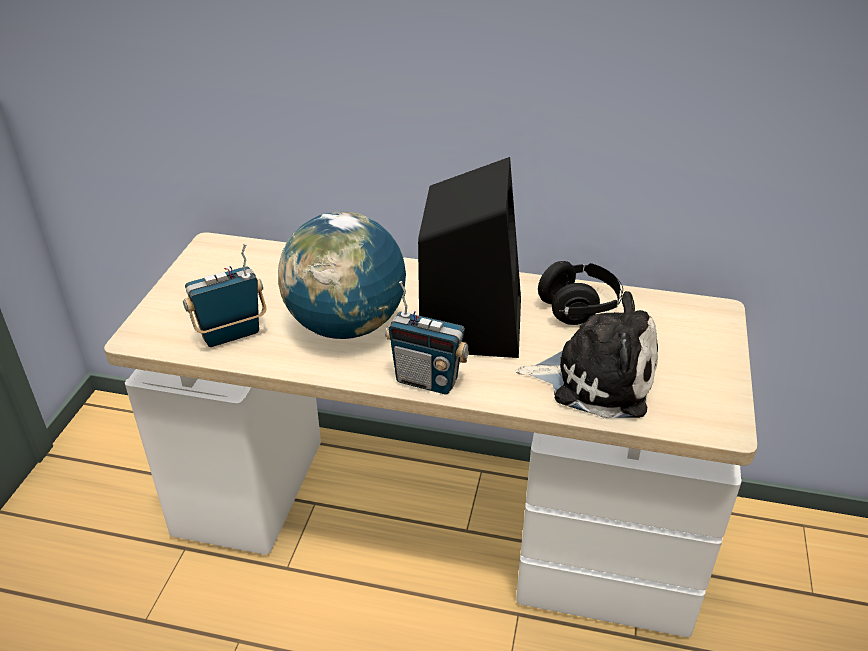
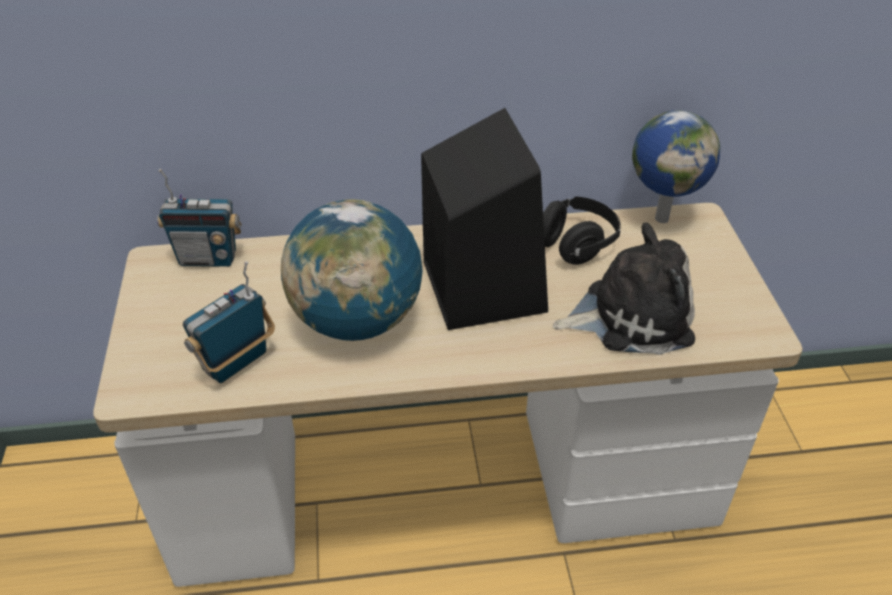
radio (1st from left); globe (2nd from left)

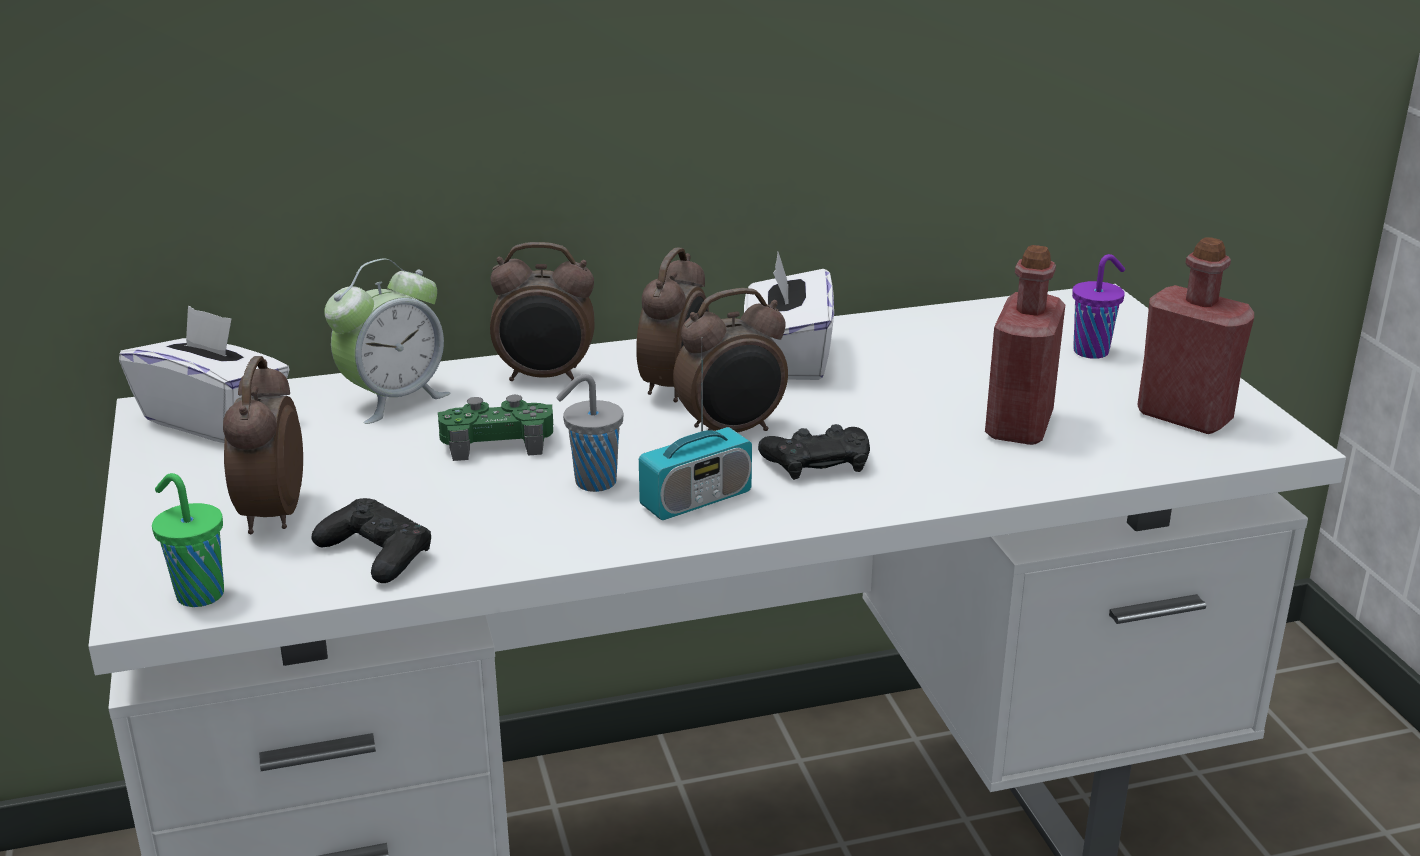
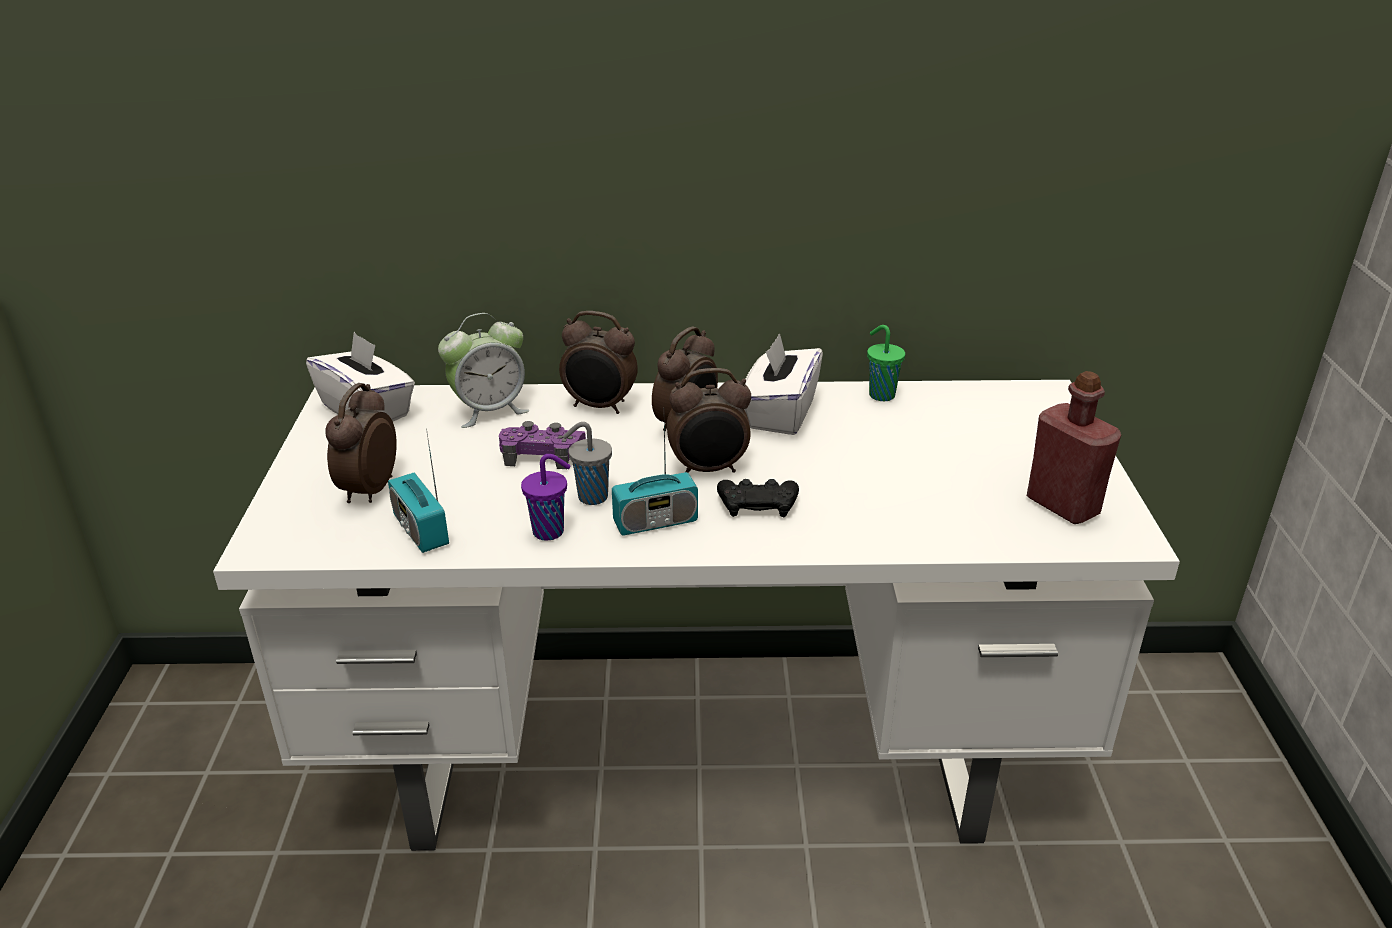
greenish drinking cup; radio (1st from left); purple gamepad; red-coloured bottle (1st from left in the first image); purple drinking cup

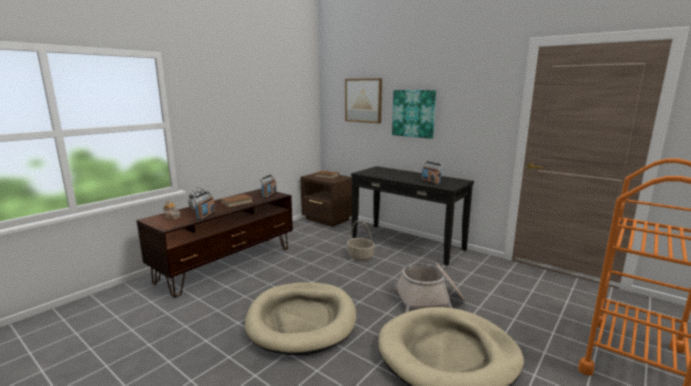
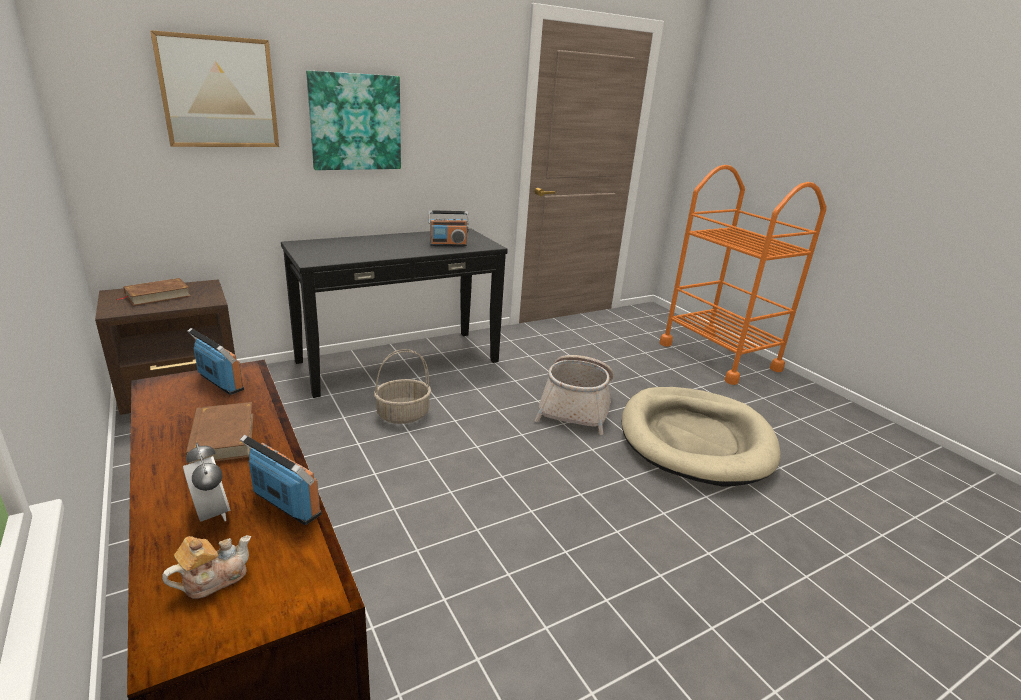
sand-coloured pet bed (1st from left in the first image)

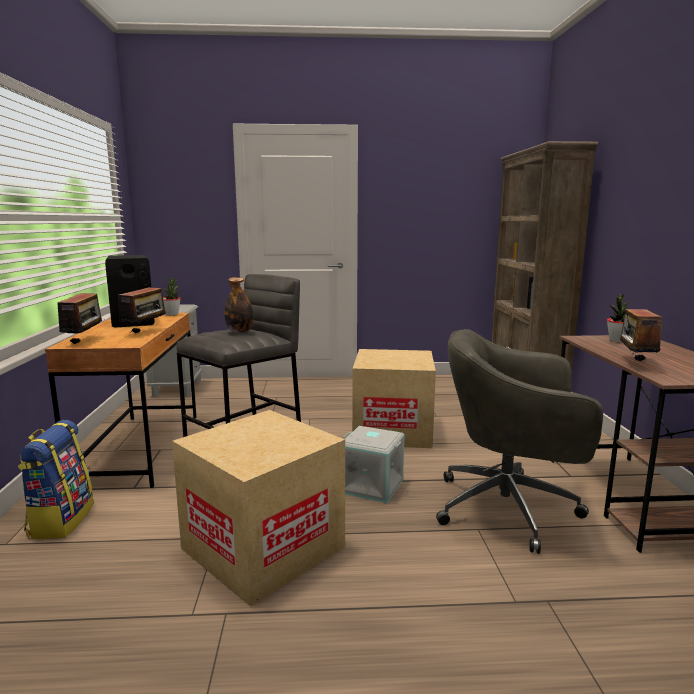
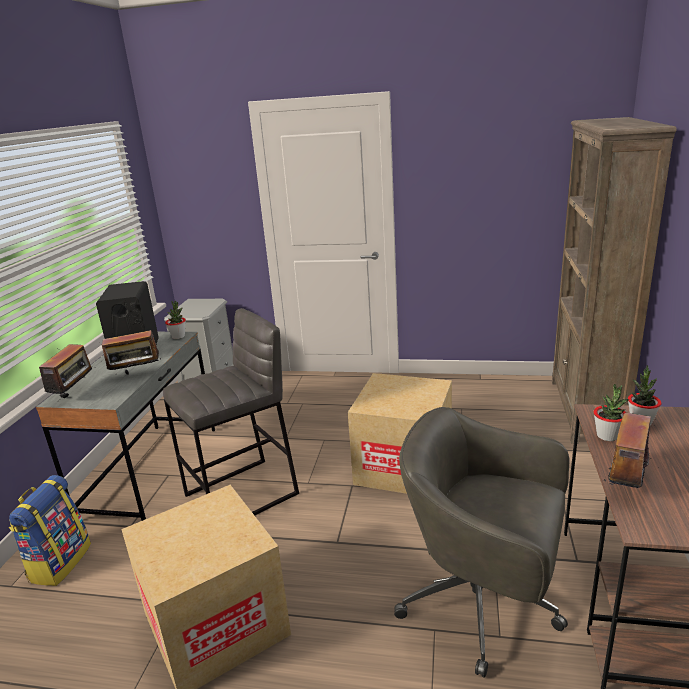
grey desk unit; radio (2nd from left); bottle; grey storage container; houseplant (2nd from left)

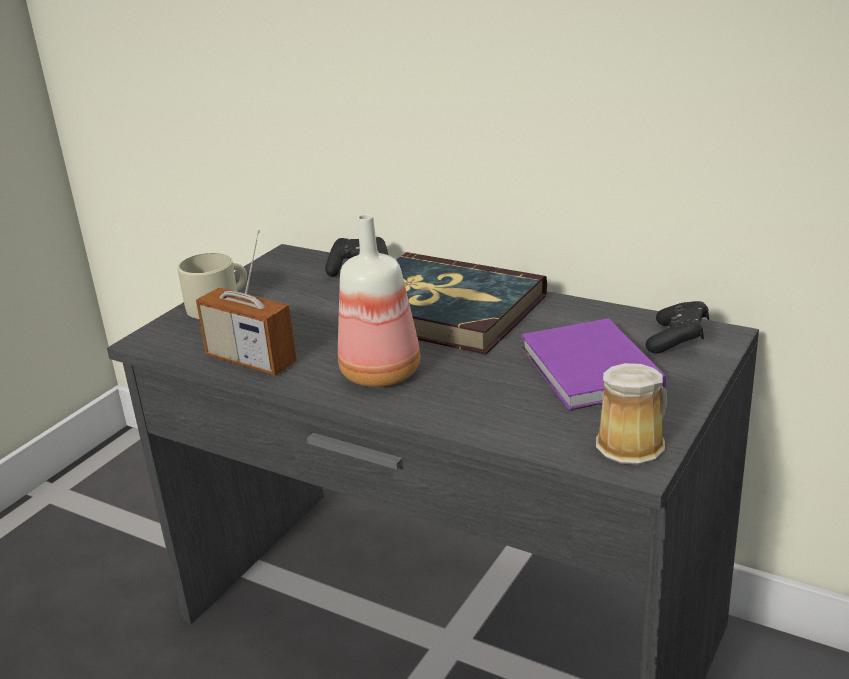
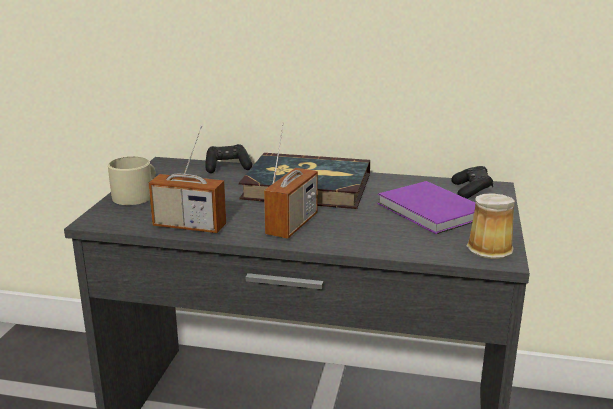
radio (2nd from left)

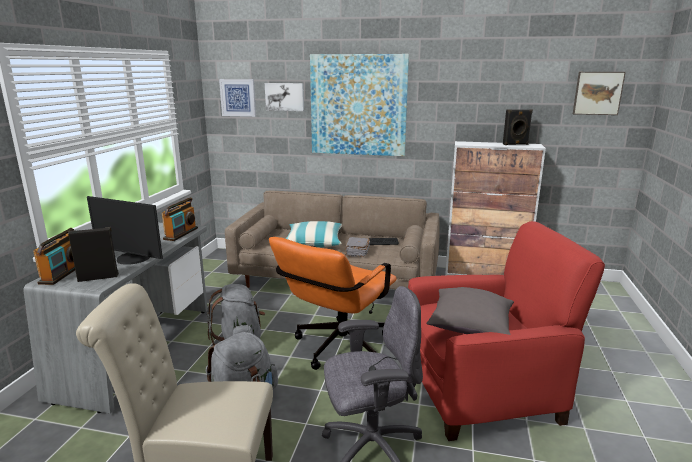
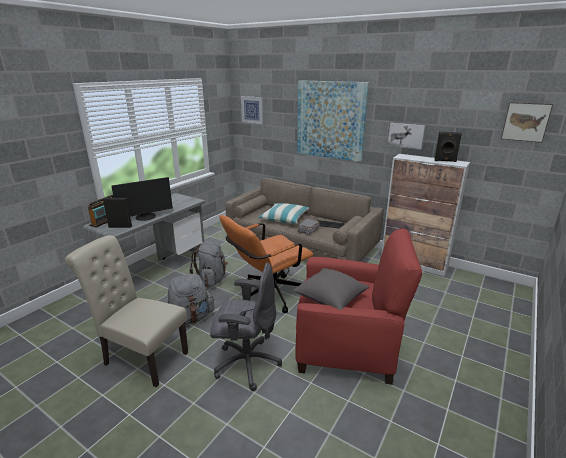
monitor; radio (2nd from left in the first image); picture (3rd from left)

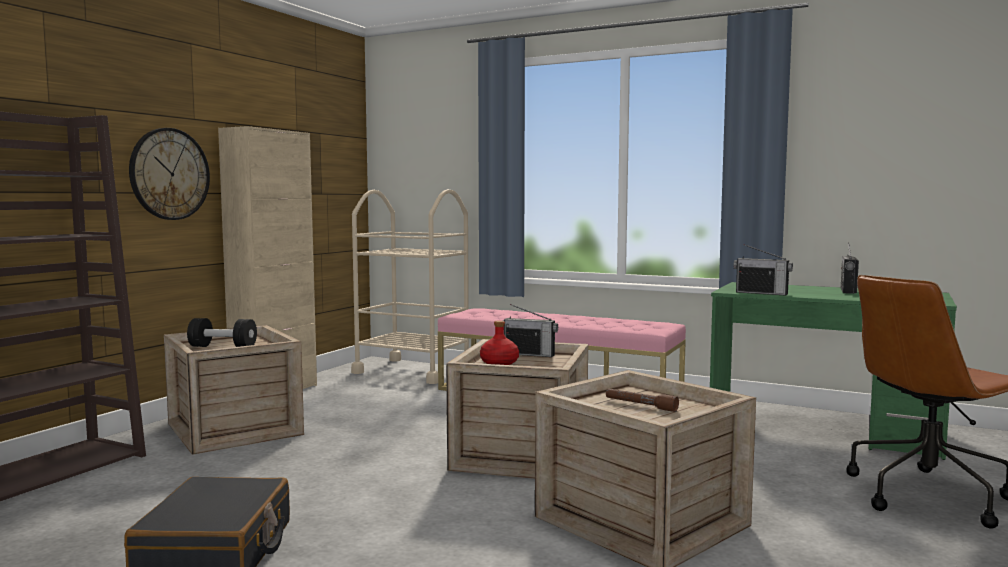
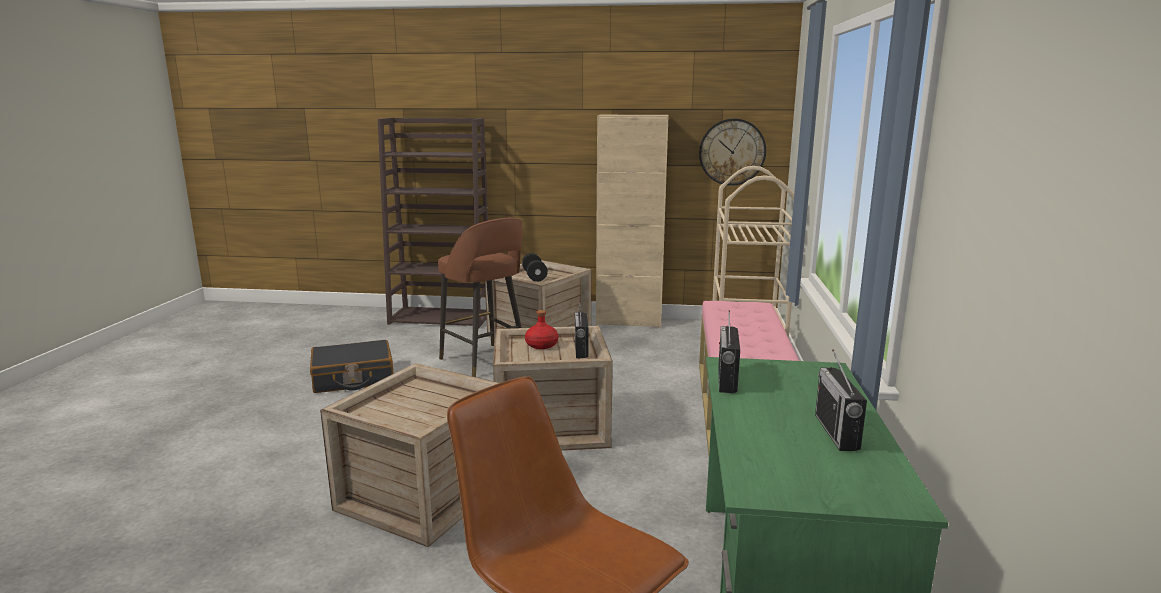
wall clock; brown-coloured hand torch; radio (3rd from left); brown-coloured stool

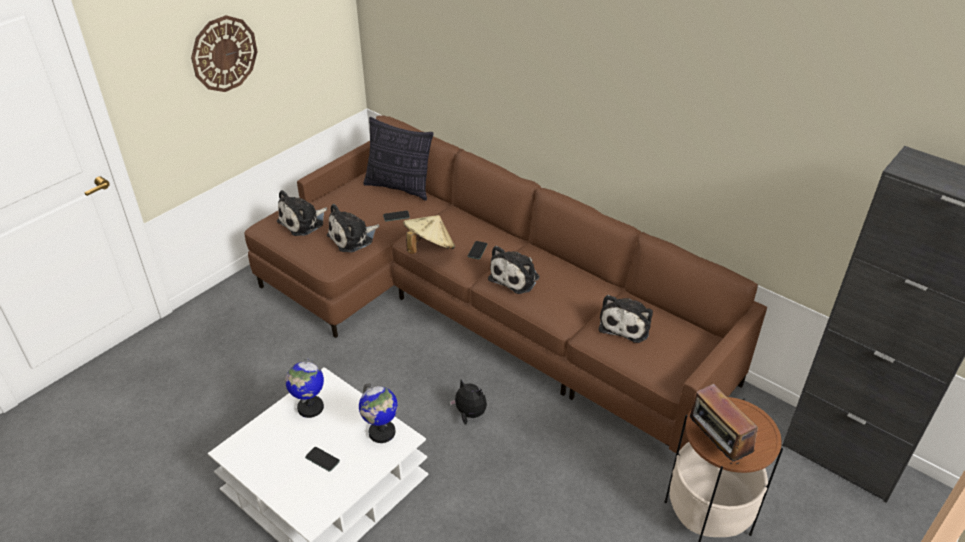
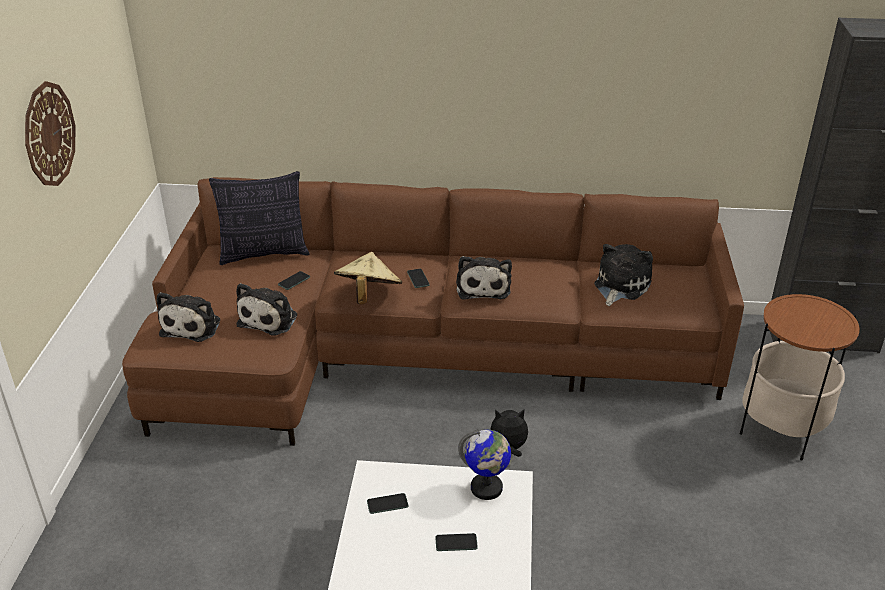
telephone (2nd from left); soft toy (5th from left); radio

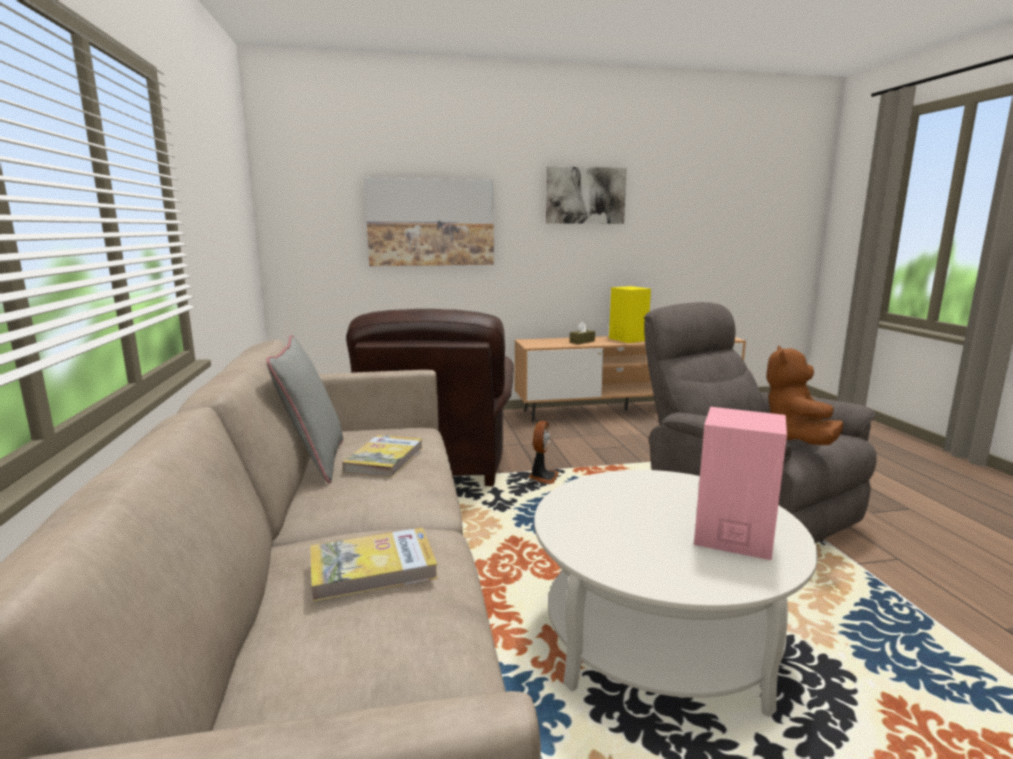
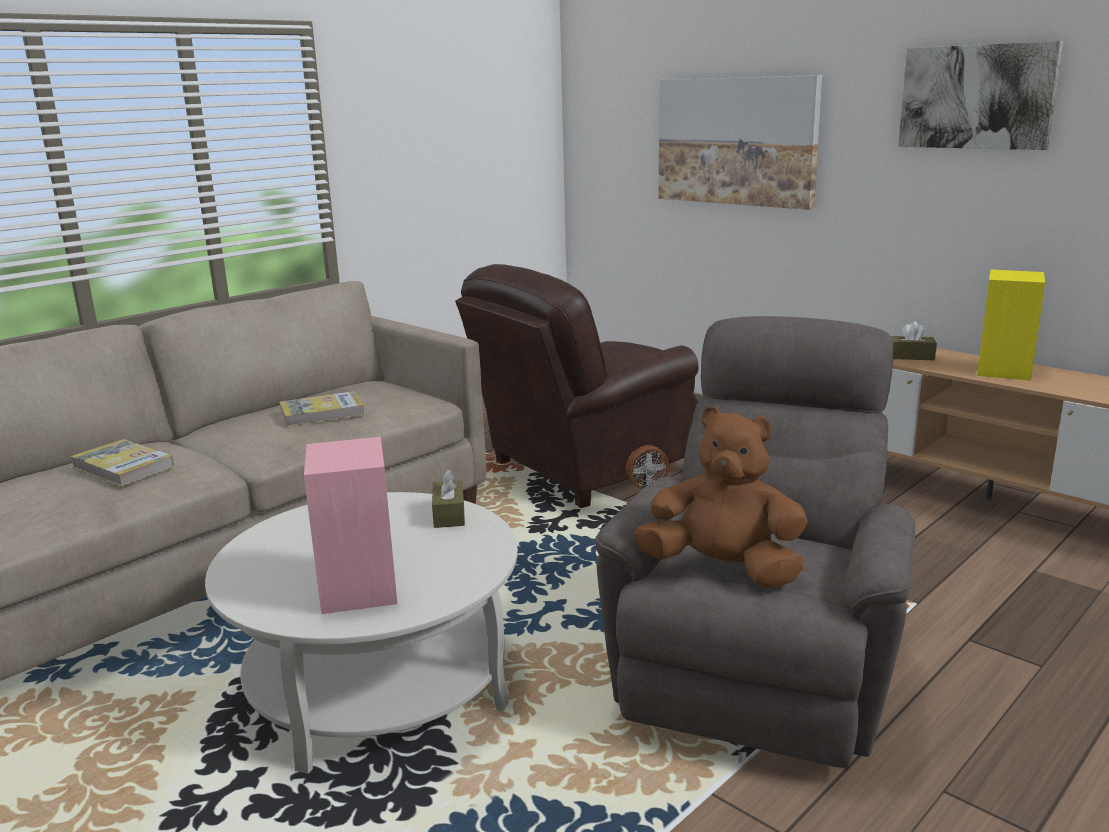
grey throw pillow; brown-coloured soft toy; brown-coloured tissue box (1st from left)

